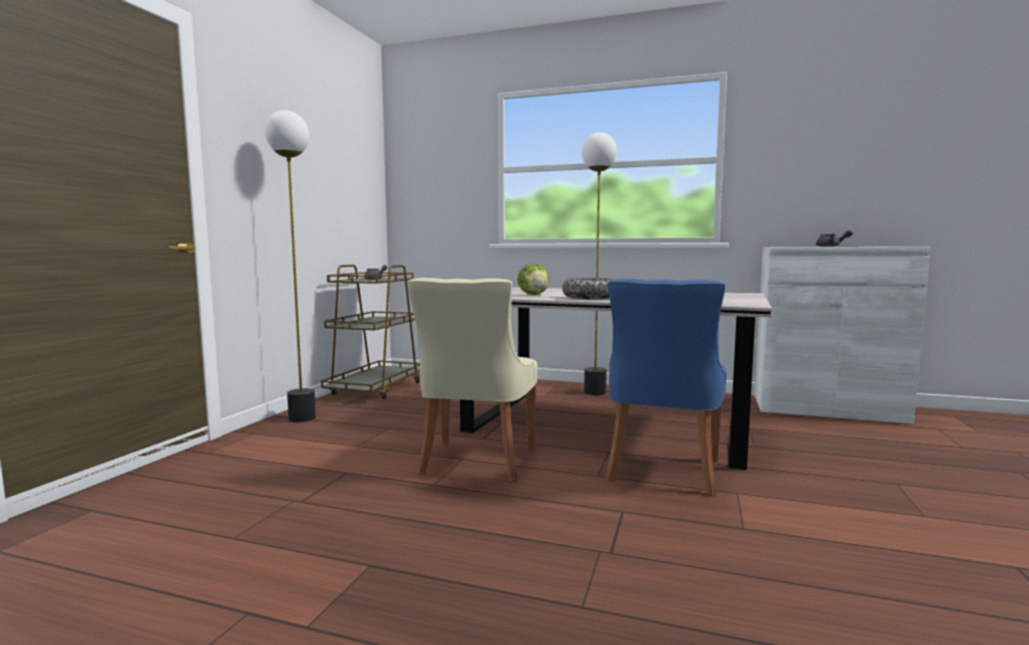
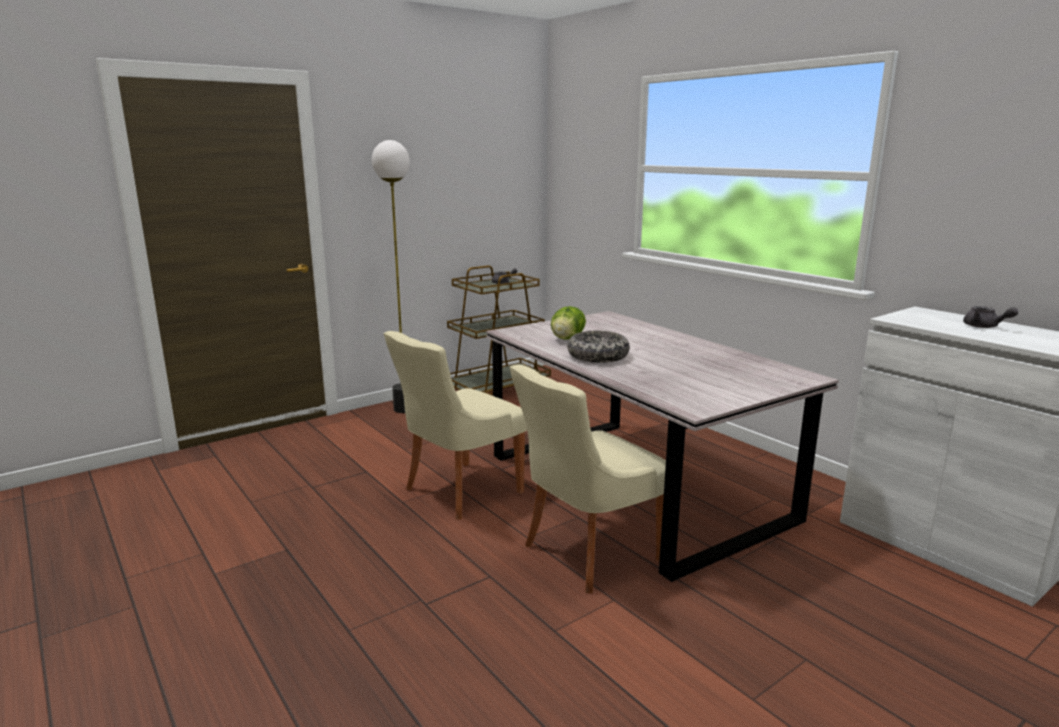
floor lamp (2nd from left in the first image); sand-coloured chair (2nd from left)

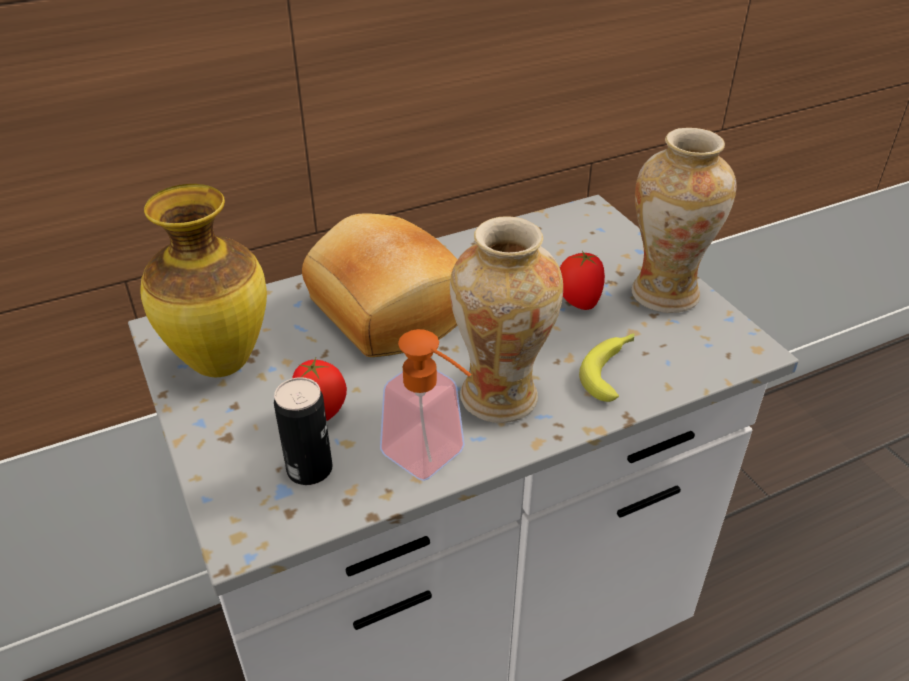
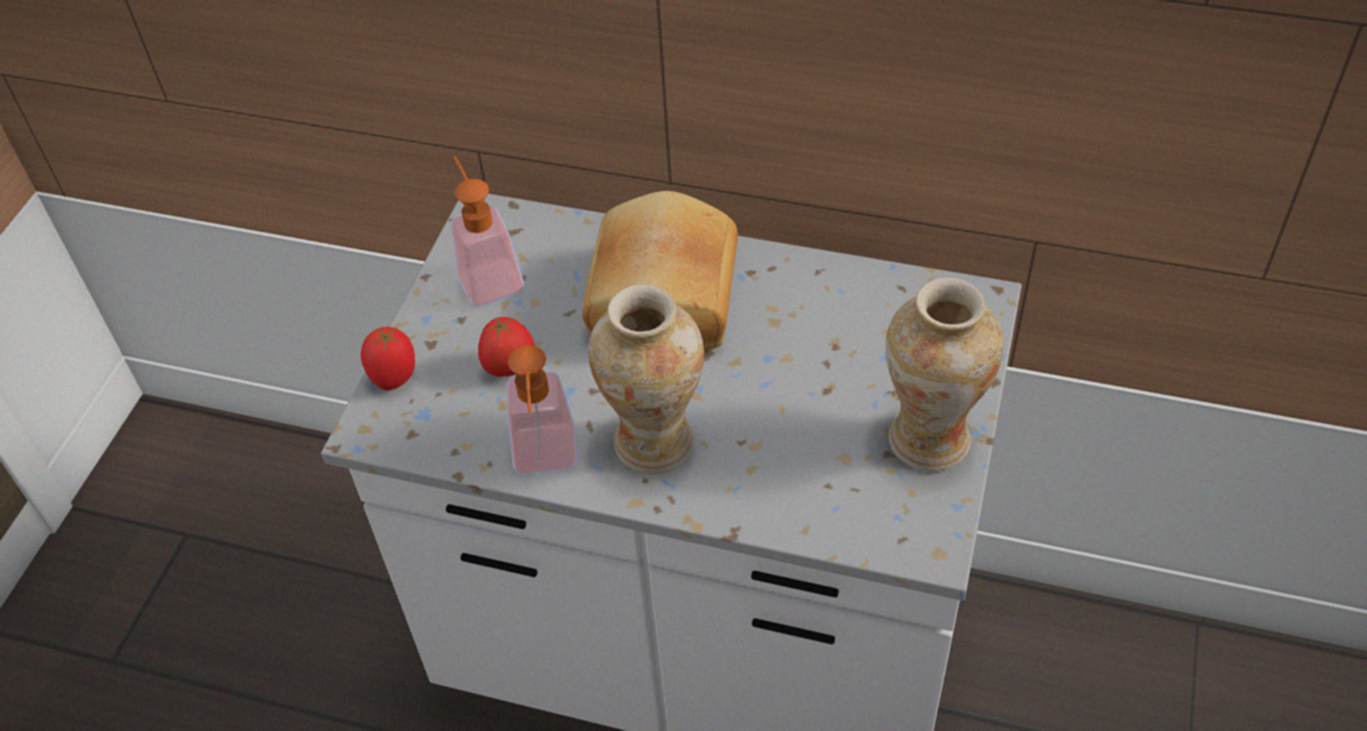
soap bottle (1st from left); sealed can; whole tomato (1st from left); whole banana

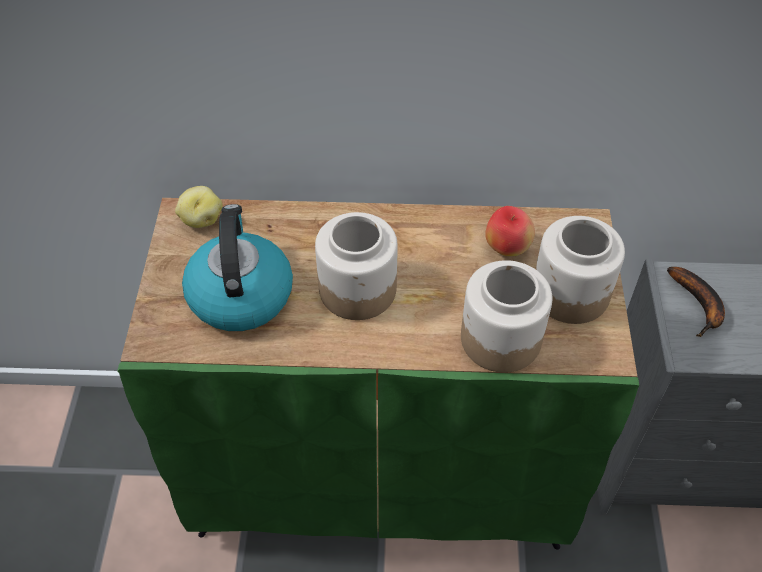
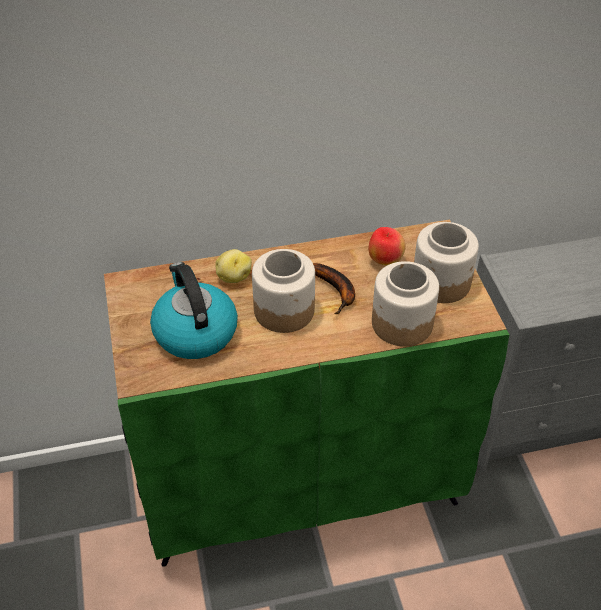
spud; whole banana

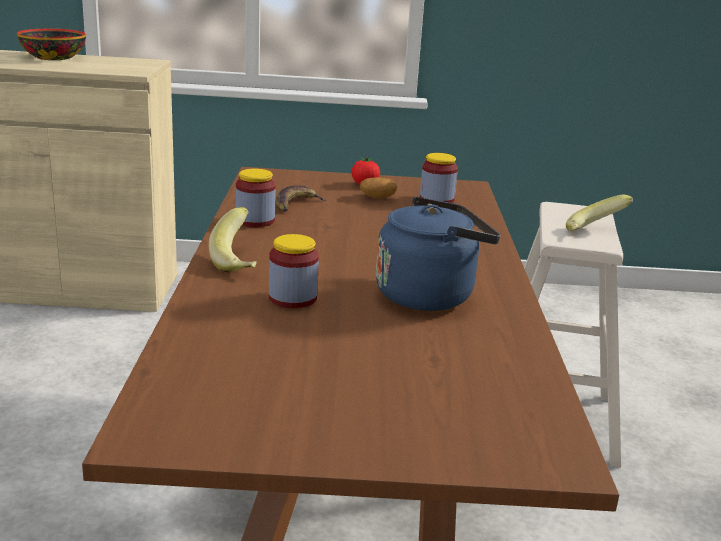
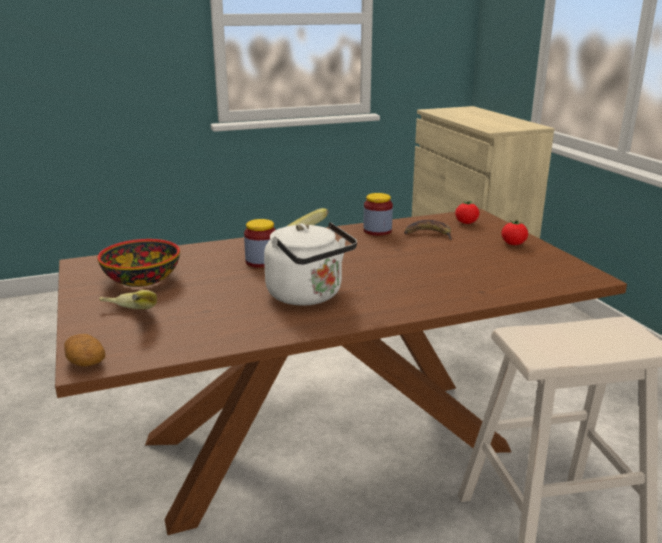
bowl; spud; white tea kettle; preserve jar (3rd from left in the first image); whole banana (1st from left); whole tomato (1st from left)

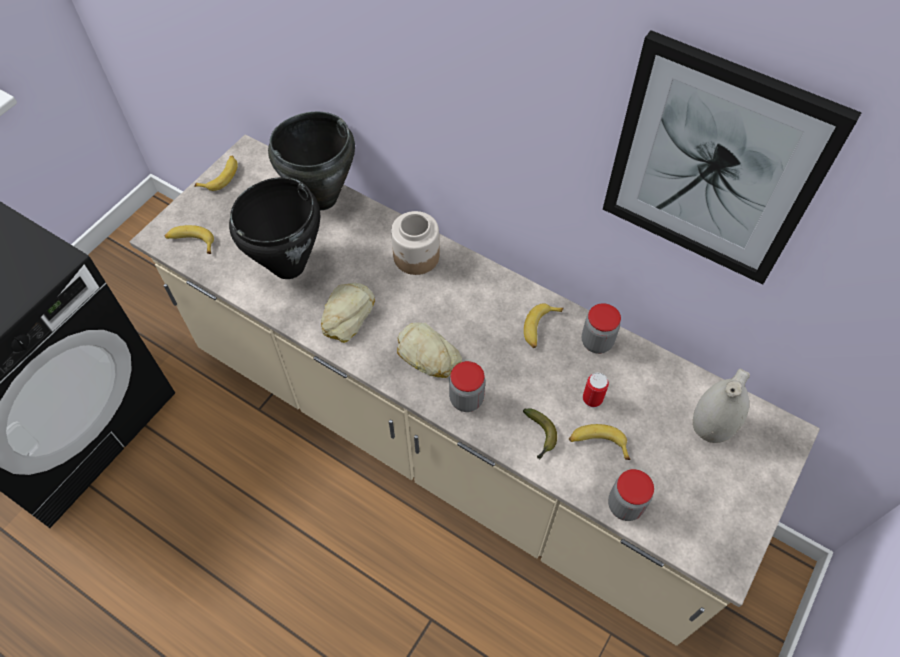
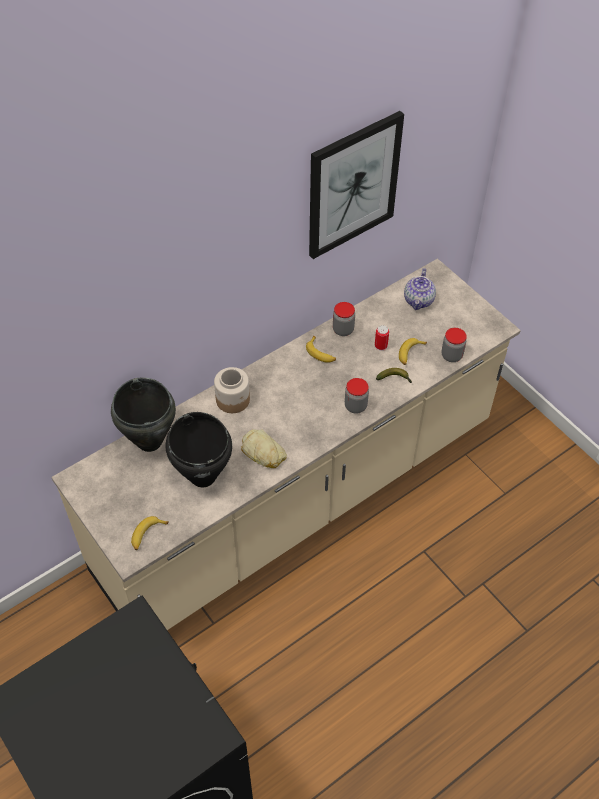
whole banana (2nd from left in the first image); bakery bread (2nd from left in the first image); teapot

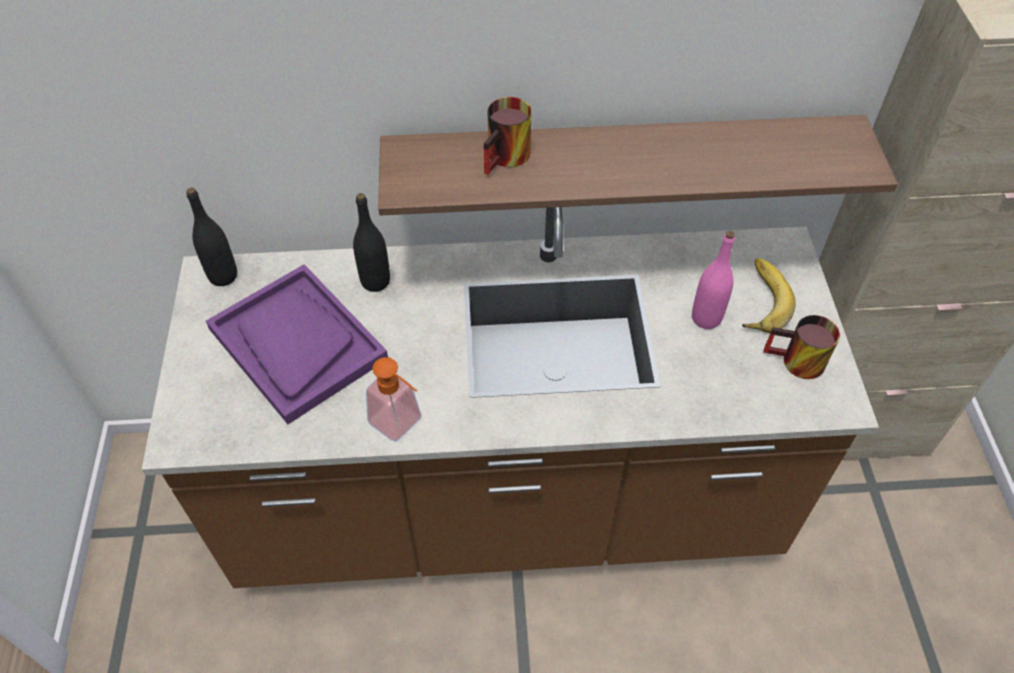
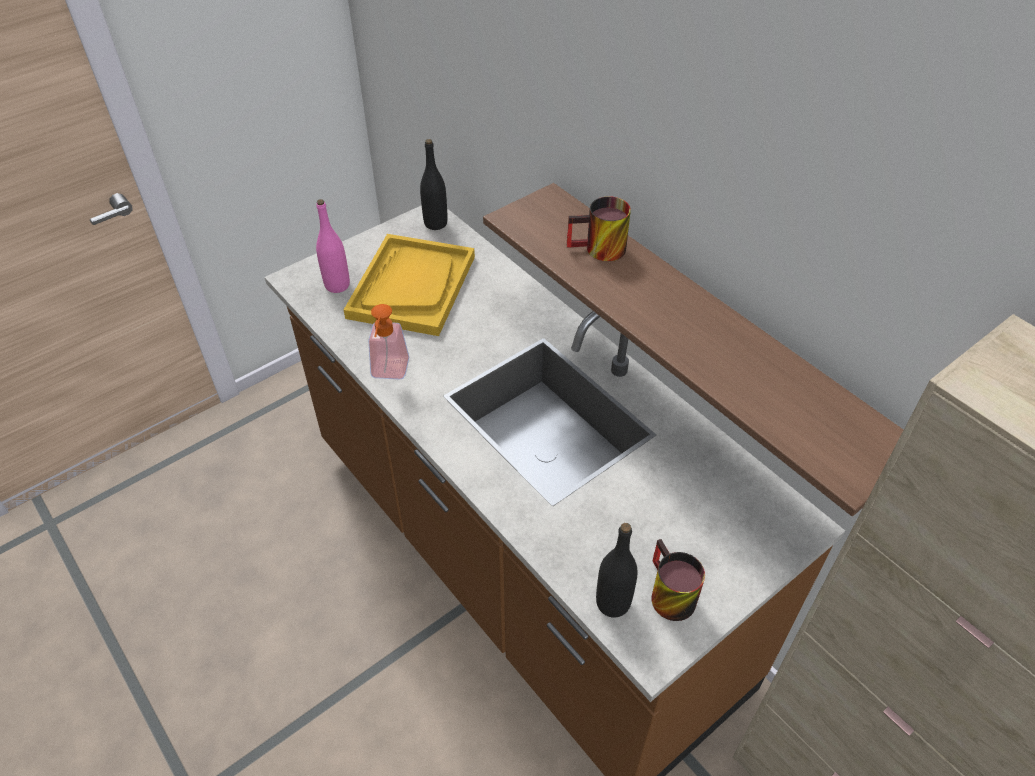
yellow serving tray; blackish bottle (2nd from left); pink bottle; whole banana

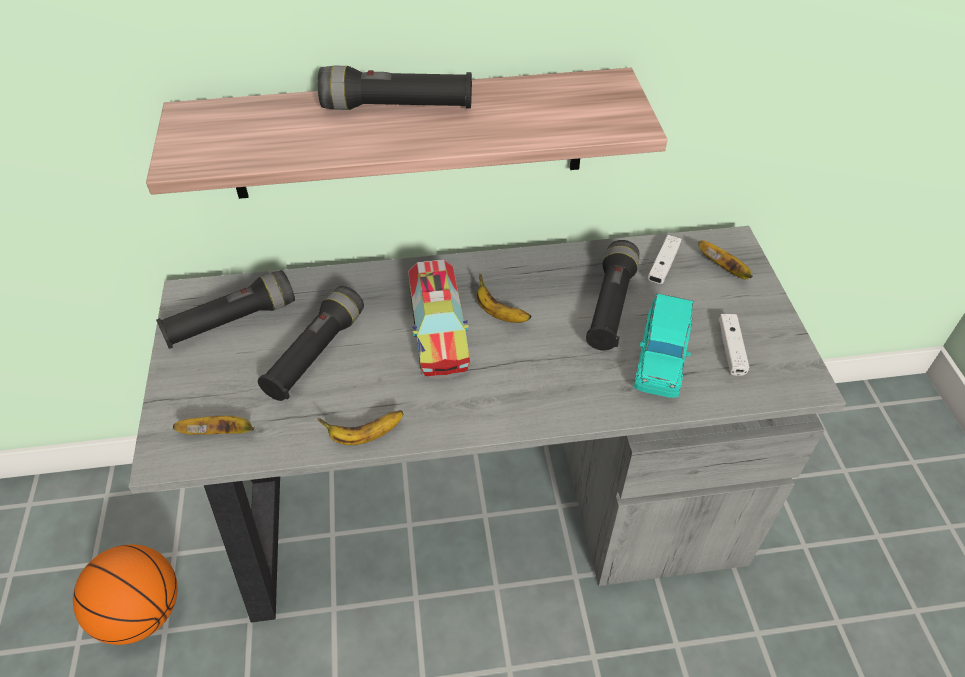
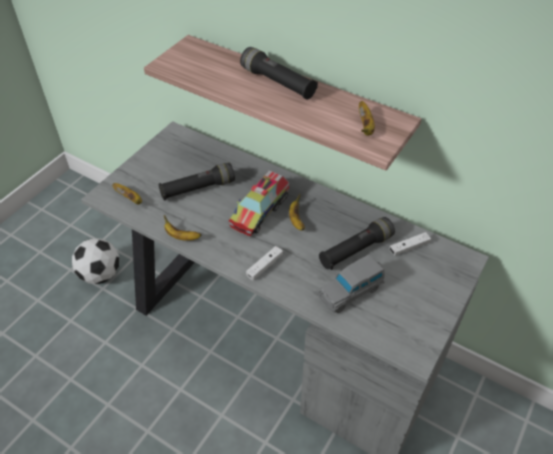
football; blackish hand torch (1st from left in the first image); grey toy car; whole banana (4th from left); white gamepad (1st from left)

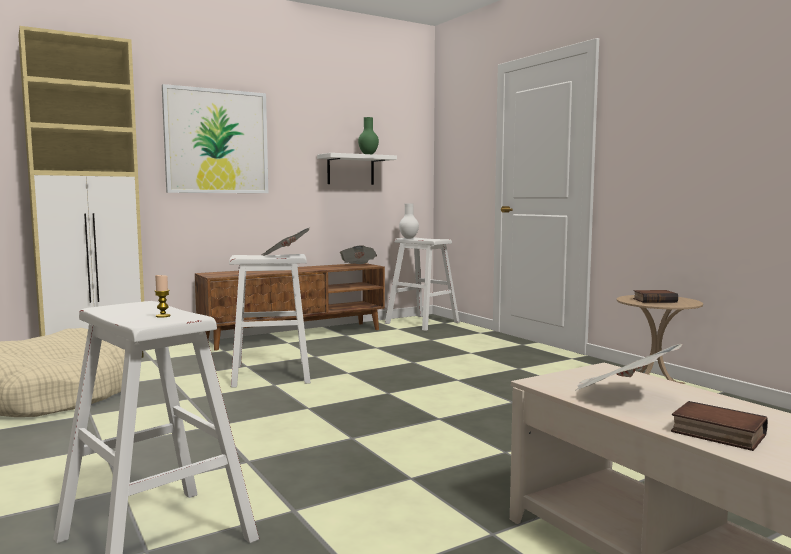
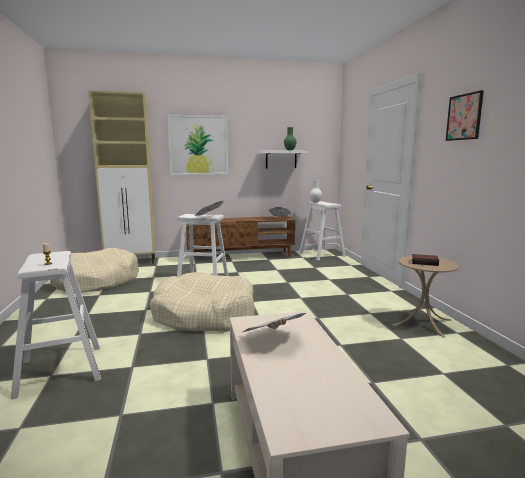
volume (2nd from left in the first image); sand-coloured pet bed (2nd from left); picture (2nd from left)

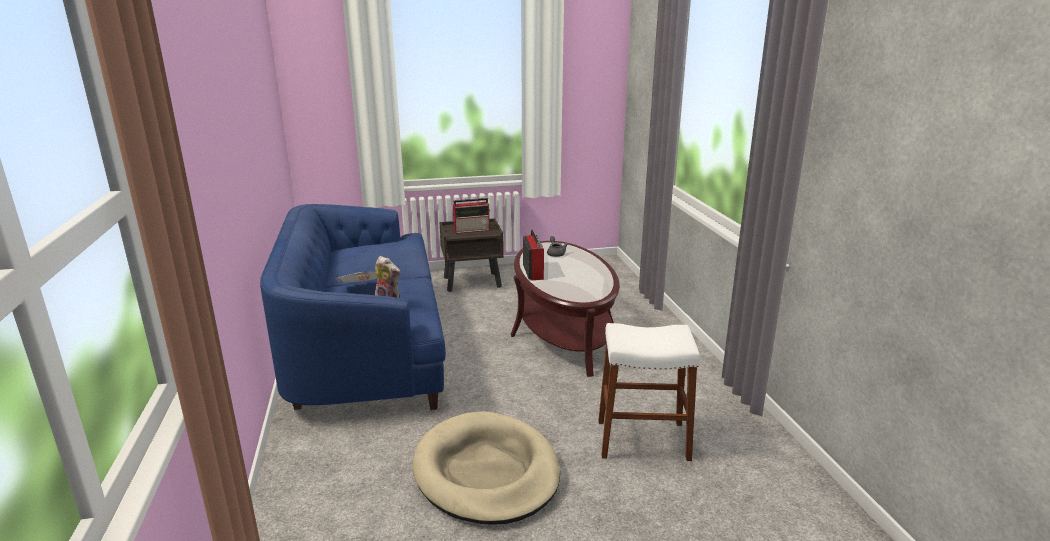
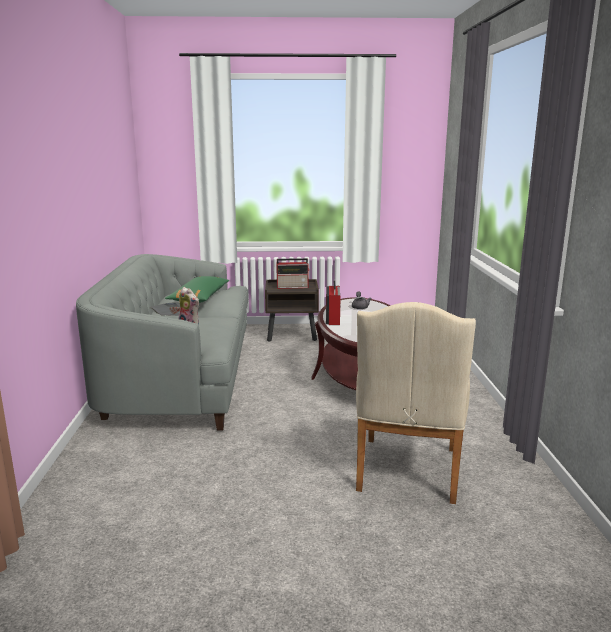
grey couch; sand-coloured pet bed; sand-coloured lounge chair; greenish throw pillow

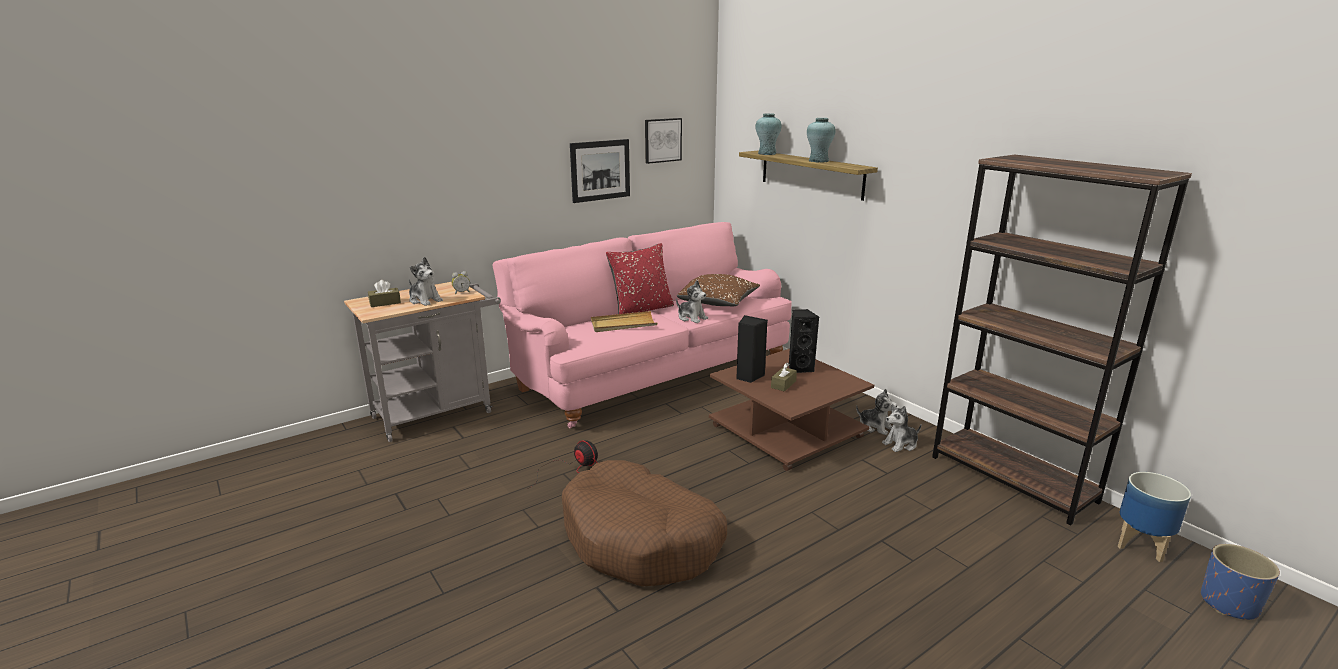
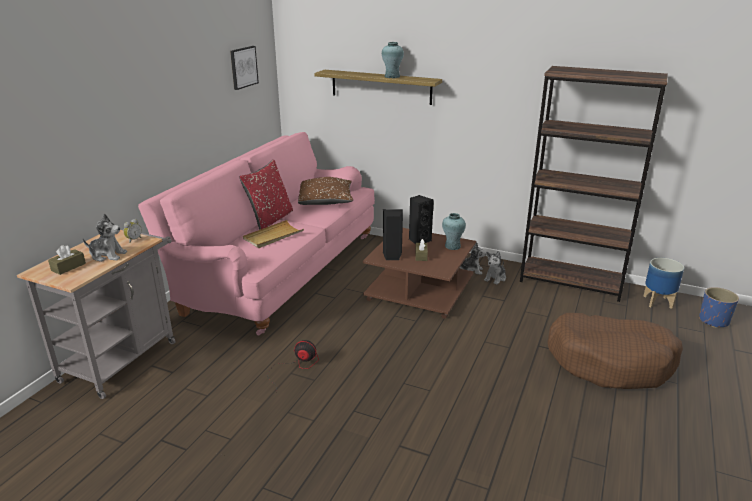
brown-coloured pet bed; picture (1st from left in the first image); soft toy (2nd from left in the first image); turquoise-coloured decorative vase (2nd from left)

